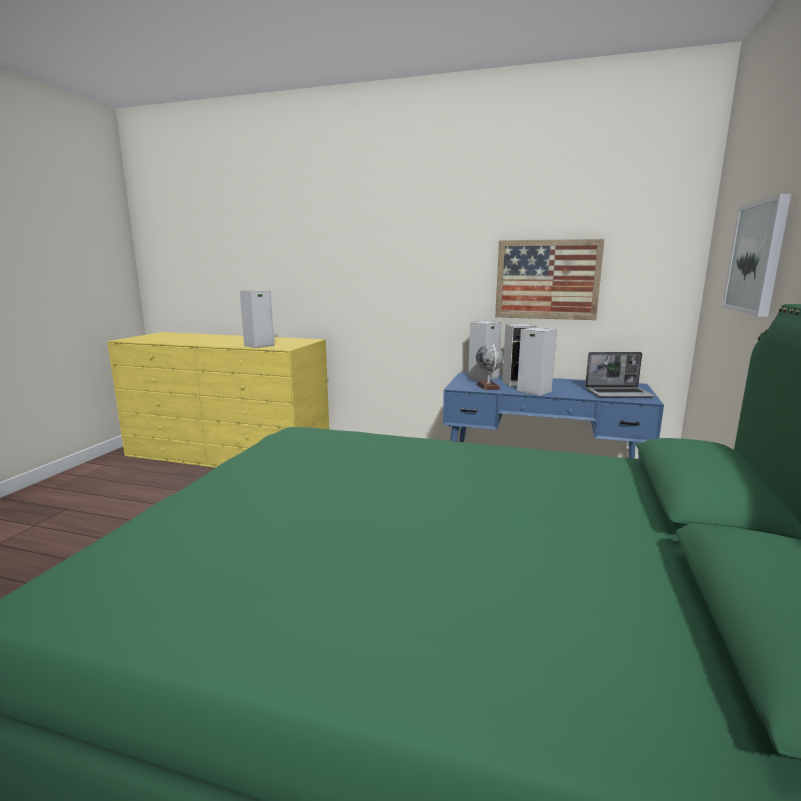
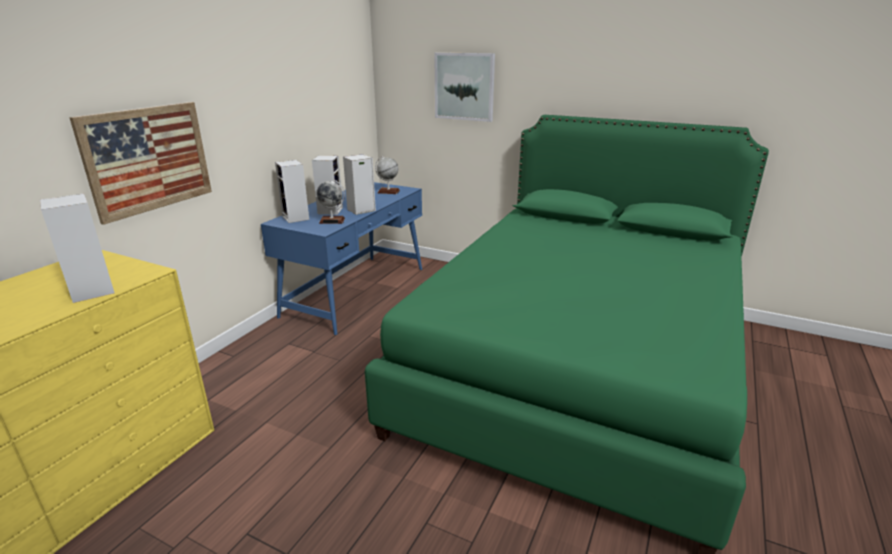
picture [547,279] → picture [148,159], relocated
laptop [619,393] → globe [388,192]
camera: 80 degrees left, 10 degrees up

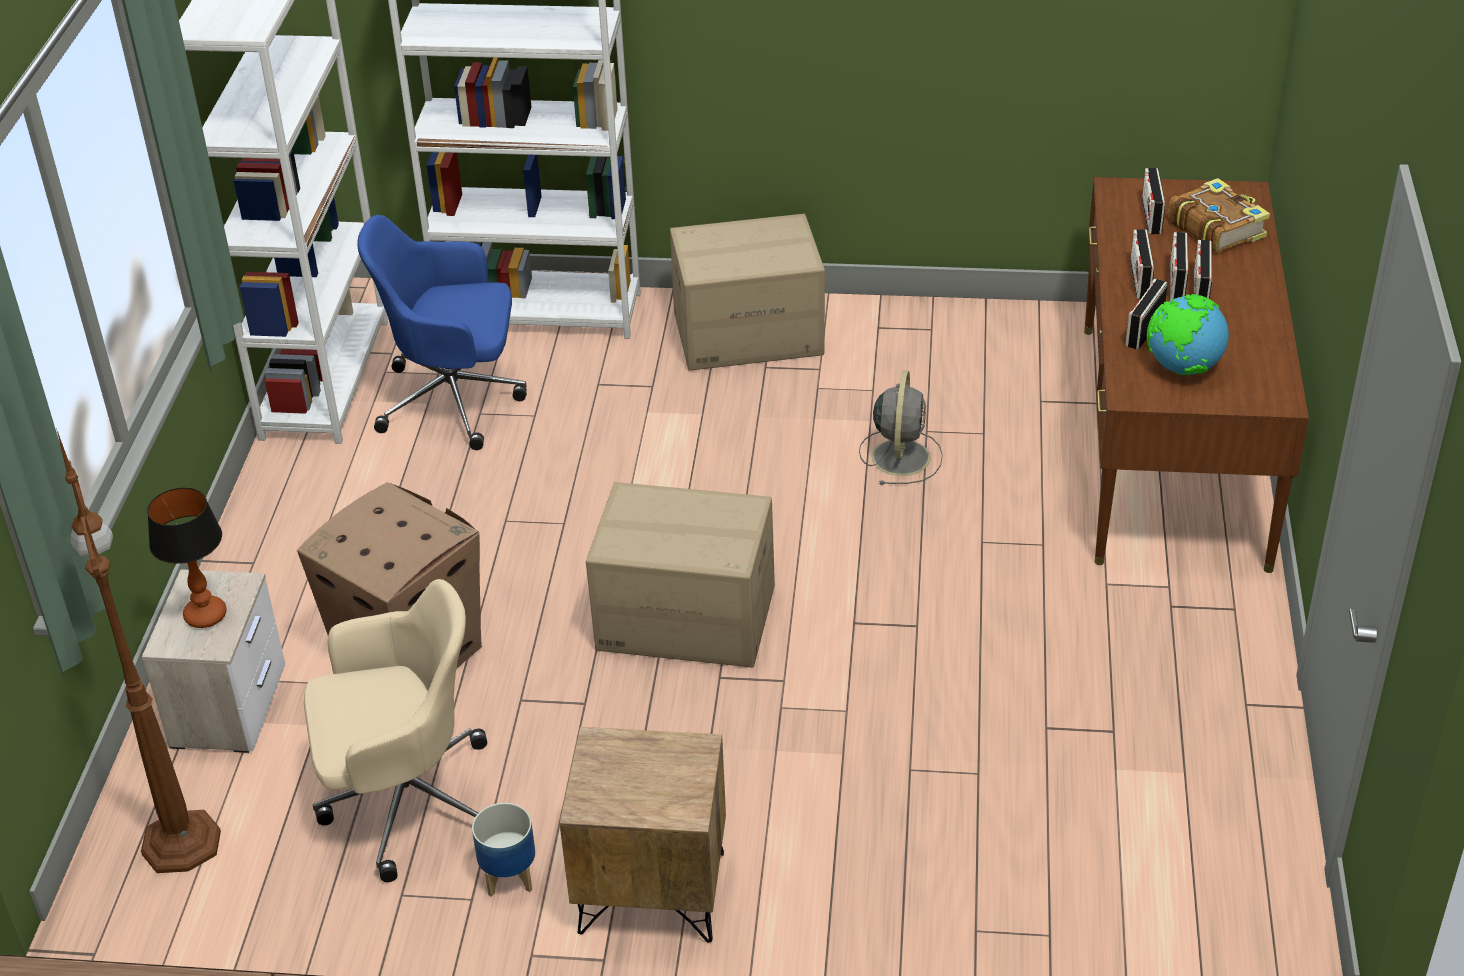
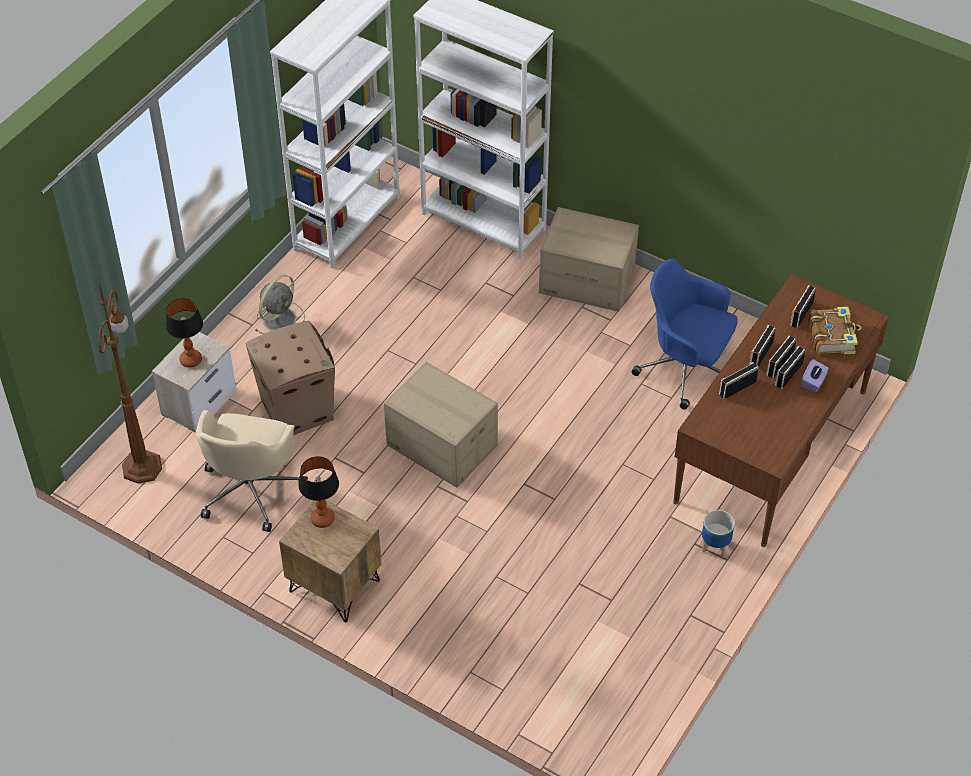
office chair (beige) [405,801] → office chair (beige) [251,489], 90 degrees clockwise
office chair (blue) [455,400] → office chair (blue) [685,368], relocated
planter [509,876] → planter [715,545], relocated
fan (grey) [901,456] → fan (grey) [280,318], relocated
globe [1182,368] → -
- → table lamp [323,518]
- → tissue box (purple) [813,382]
camera: 25 degrees right, 10 degrees up

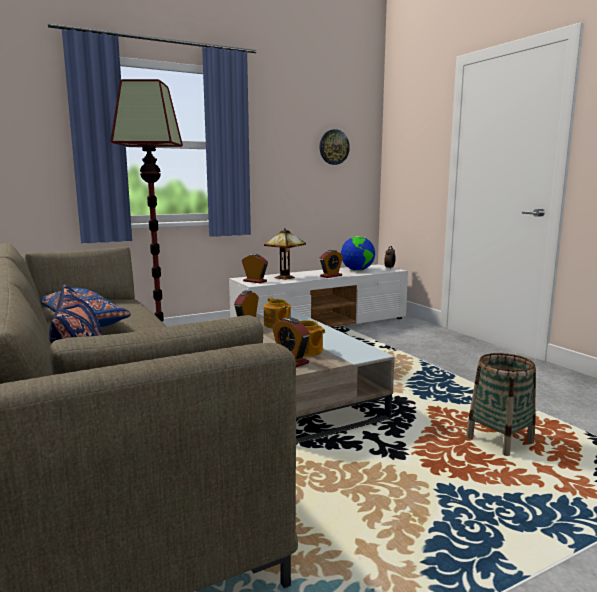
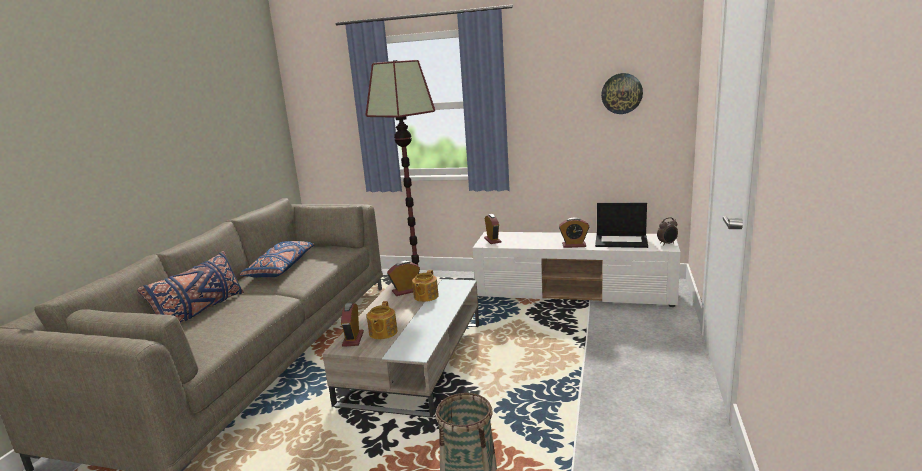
table lamp [286,278] → -
globe [357,270] → laptop [621,241]
camera: 45 degrees right, 5 degrees up

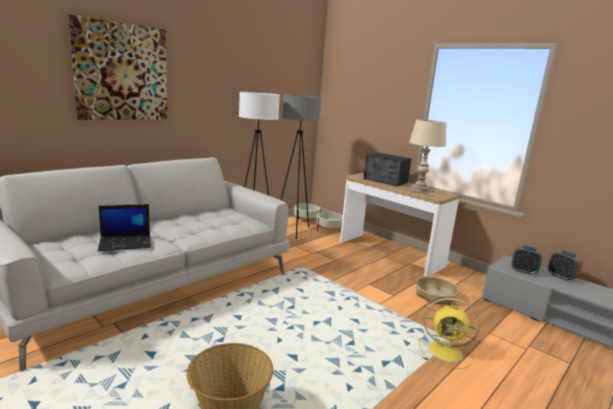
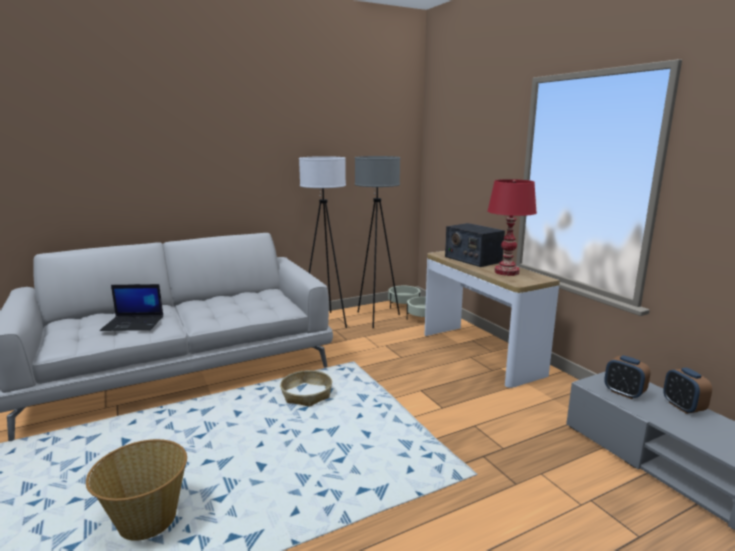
picture [122,72] → -
table lamp (beige) [420,190] → table lamp (red) [506,272]
basket [435,296] → basket [306,395], relocated
fan (yellow) [447,352] → -
camera: 20 degrees right, 0 degrees up

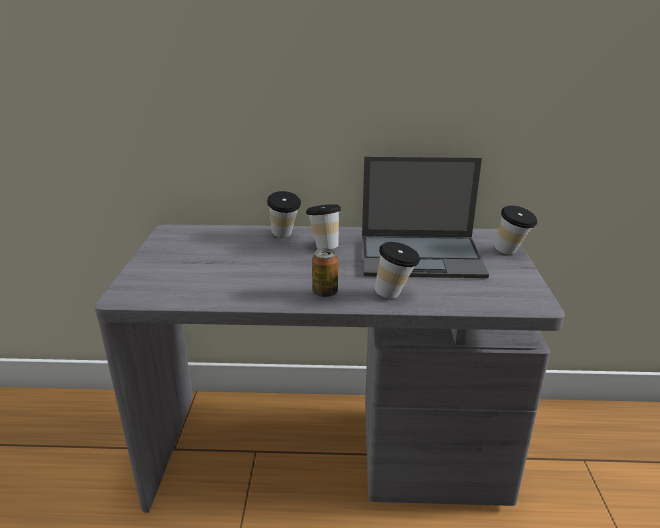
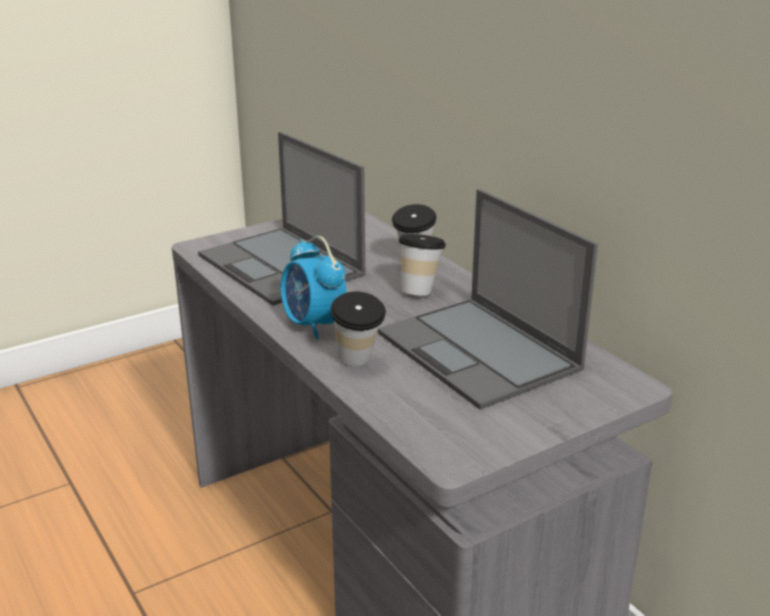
can [325,293] → alarm clock [313,325]
cup [511,252] → -
- → laptop [282,266]
camera: 55 degrees right, 0 degrees up

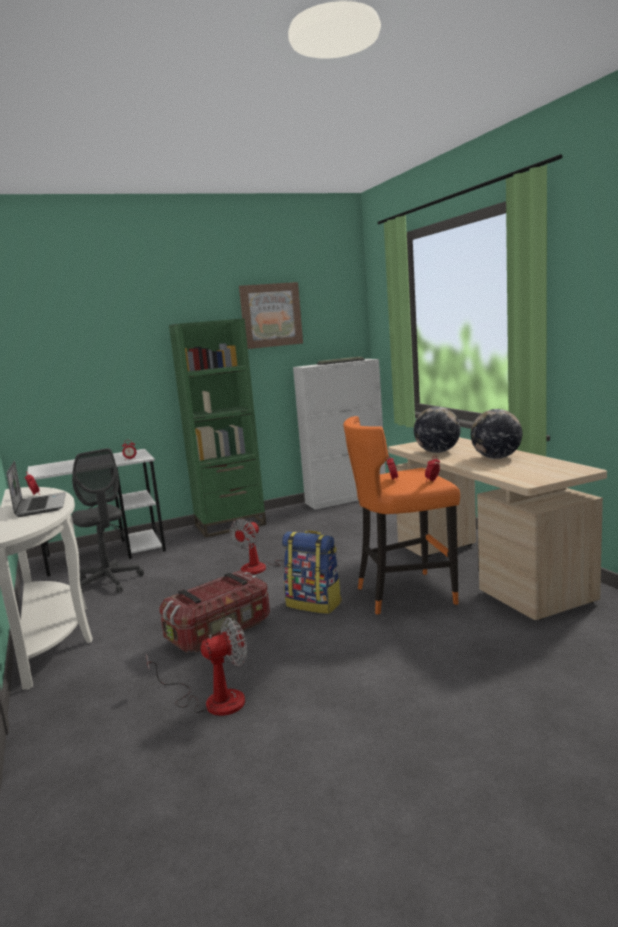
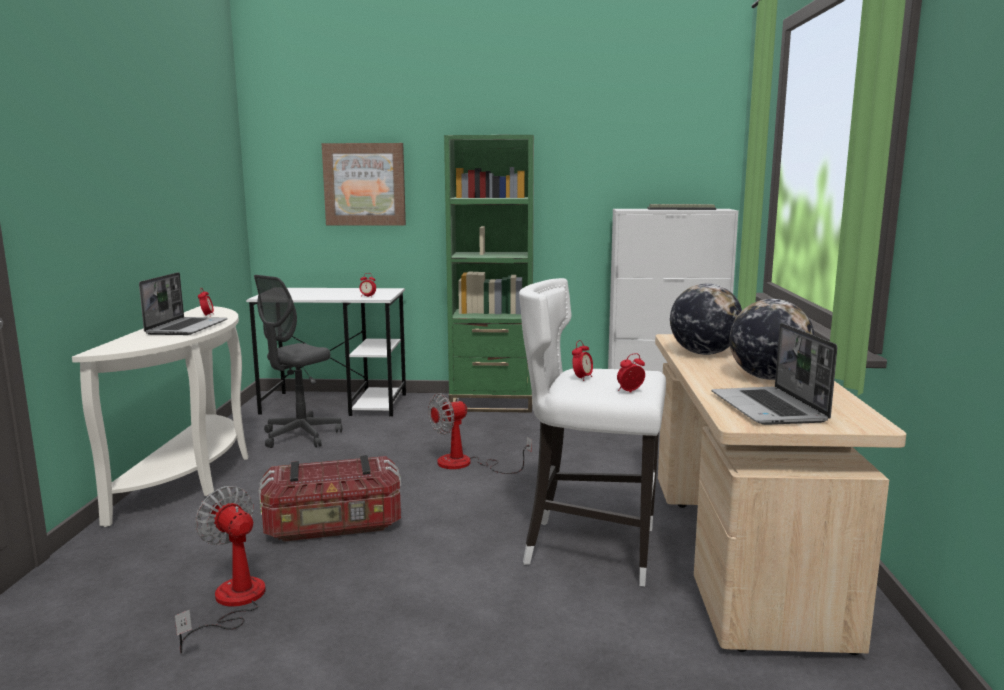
office chair (grey) [109,582] → office chair (grey) [301,436], 45 degrees clockwise
fan [213,700] → fan [231,603], 135 degrees counterclockwise
picture [271,315] → picture [364,184], relocated
backpack [315,604] → -
stool (orange) [404,594] → stool (white) [590,548]
- → laptop [770,408]
camera: 25 degrees right, 0 degrees up

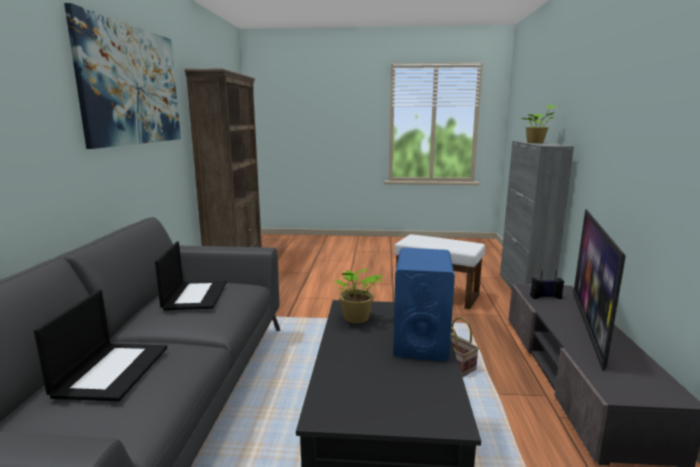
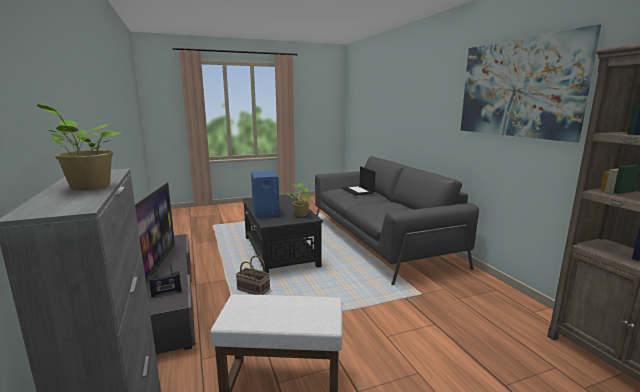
laptop [195,295] → -
camera: 155 degrees right, 0 degrees up

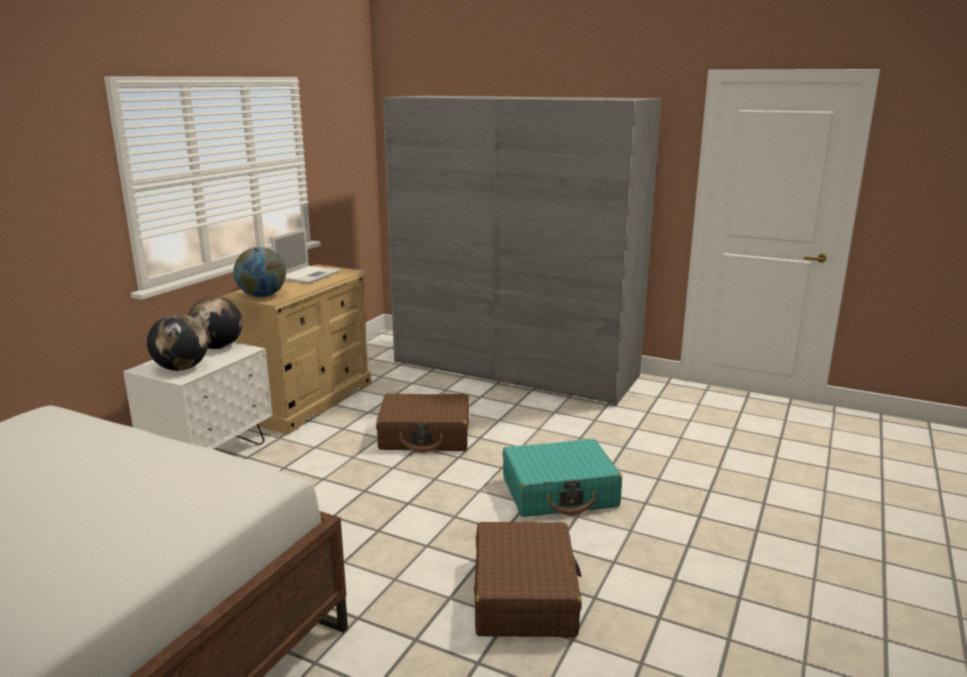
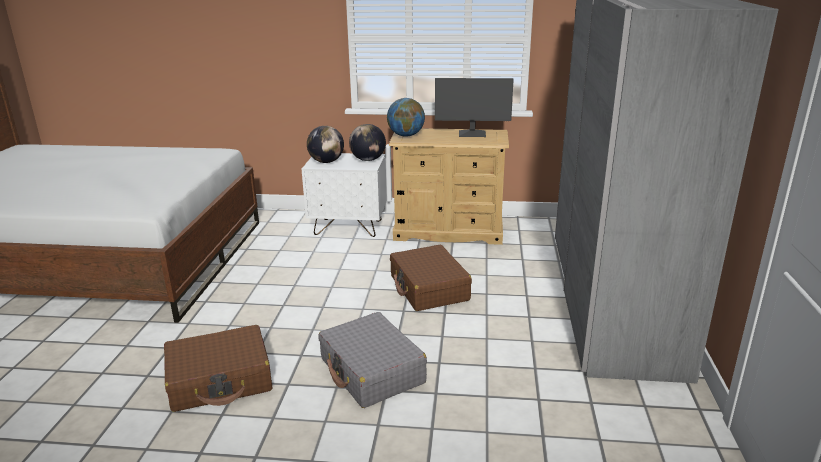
laptop [308,275] → monitor [472,134]
suitcase (turquoise) [560,492] → suitcase (grey) [372,371]
camera: 70 degrees right, 5 degrees up

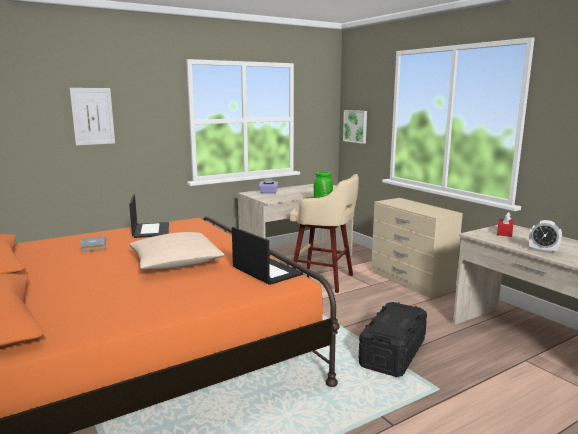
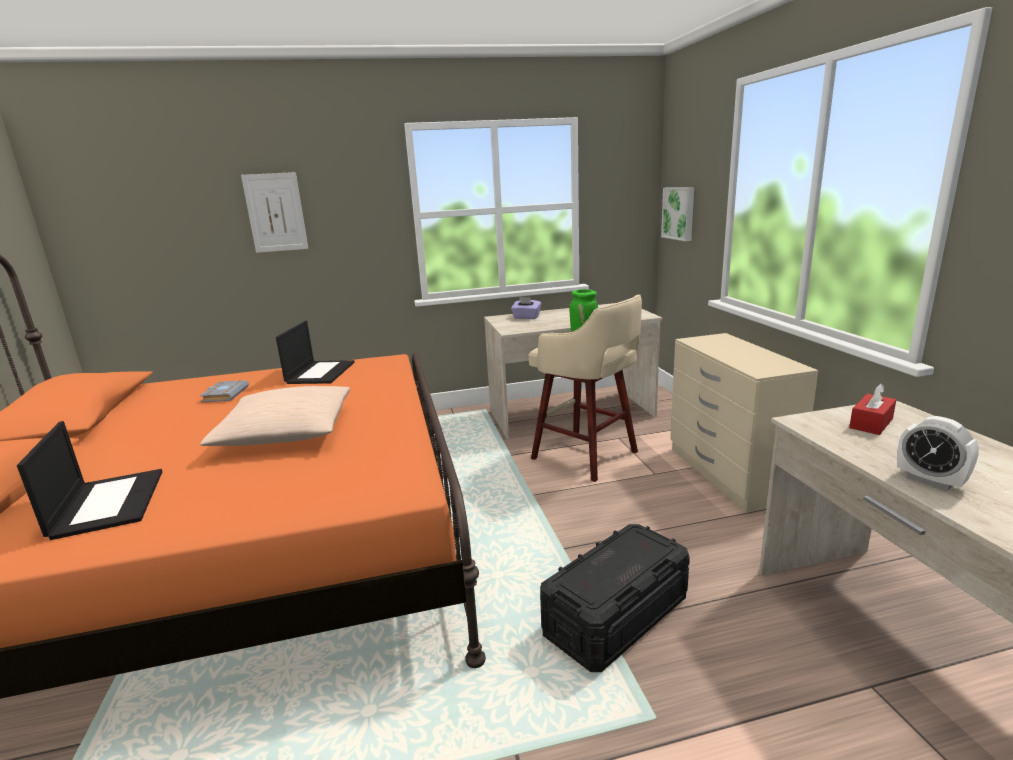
laptop [266,271] → laptop [108,503], relocated
camera: 20 degrees right, 5 degrees up

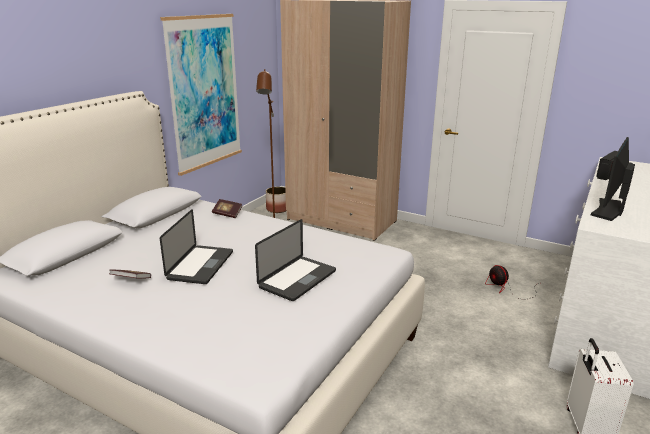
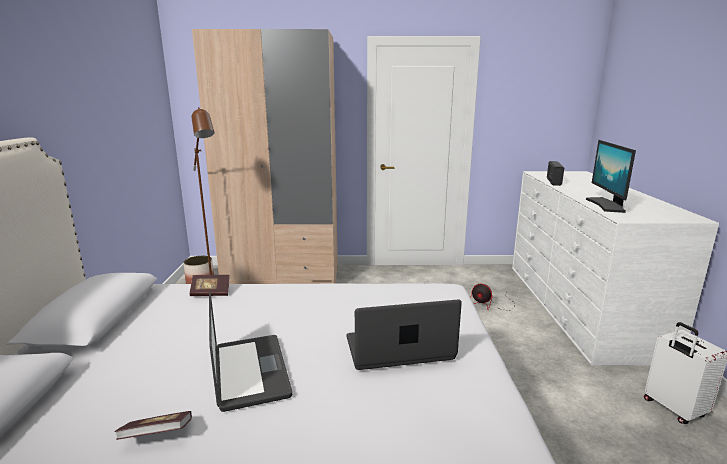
picture [204,92] → -
laptop [297,279] → laptop [399,349], 105 degrees counterclockwise
camera: 30 degrees left, 5 degrees down

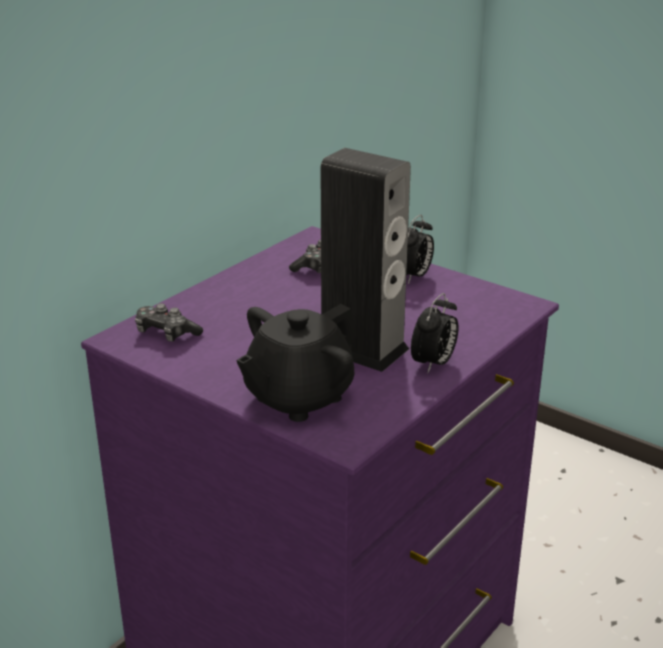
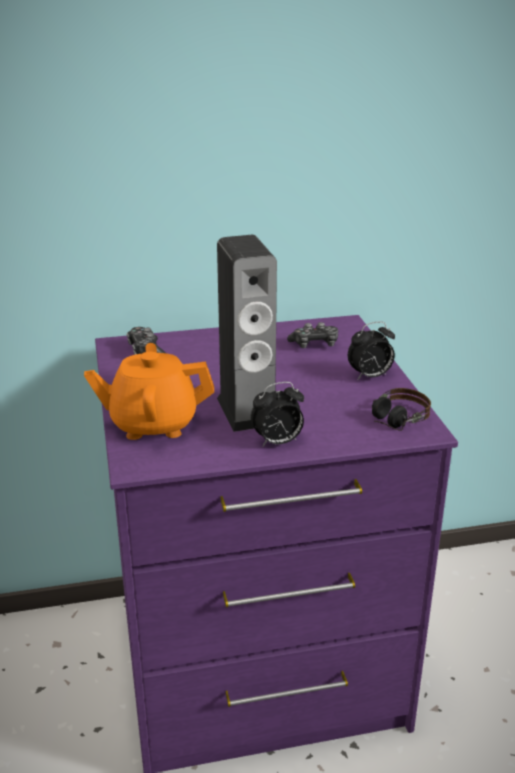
teapot (black) [298,398] → teapot (orange) [153,424]
- → headphones [392,423]
camera: 40 degrees right, 0 degrees up

